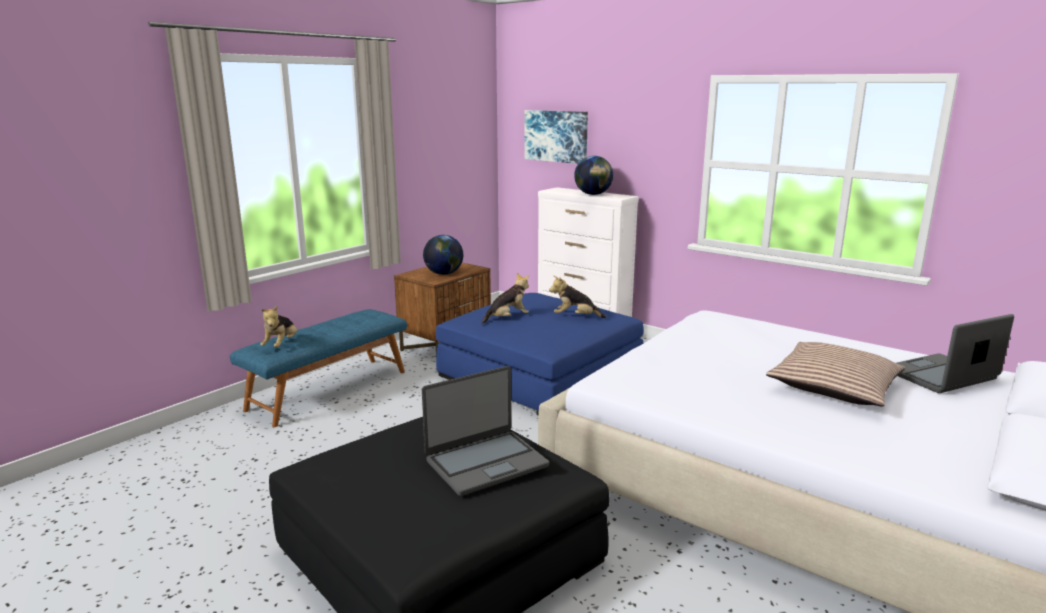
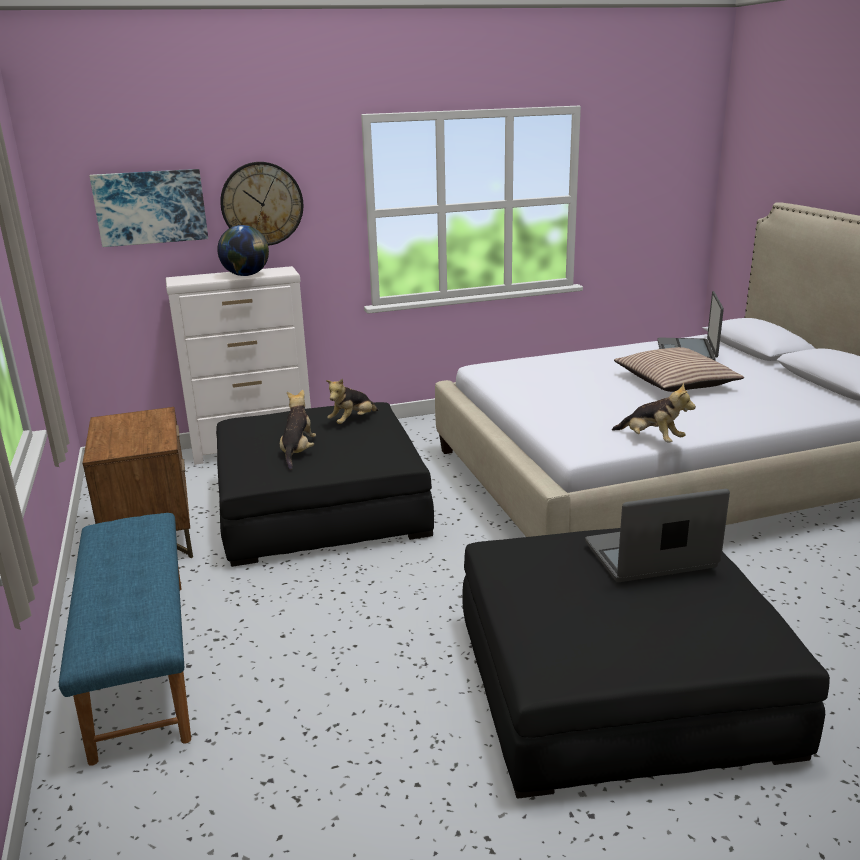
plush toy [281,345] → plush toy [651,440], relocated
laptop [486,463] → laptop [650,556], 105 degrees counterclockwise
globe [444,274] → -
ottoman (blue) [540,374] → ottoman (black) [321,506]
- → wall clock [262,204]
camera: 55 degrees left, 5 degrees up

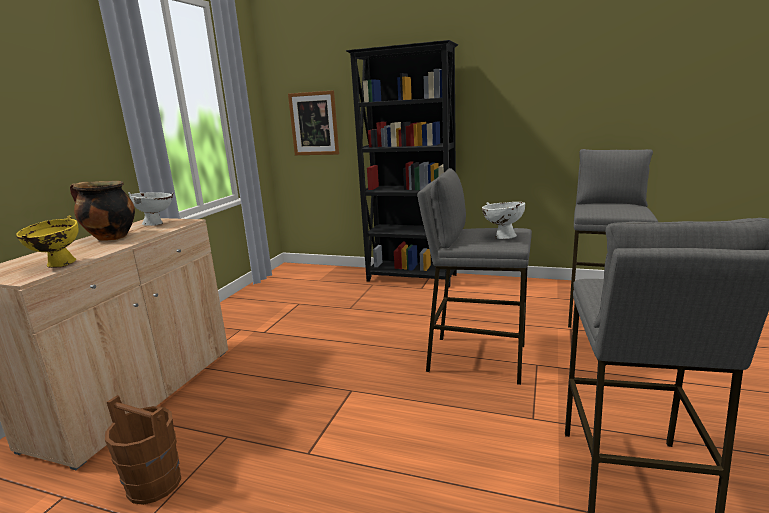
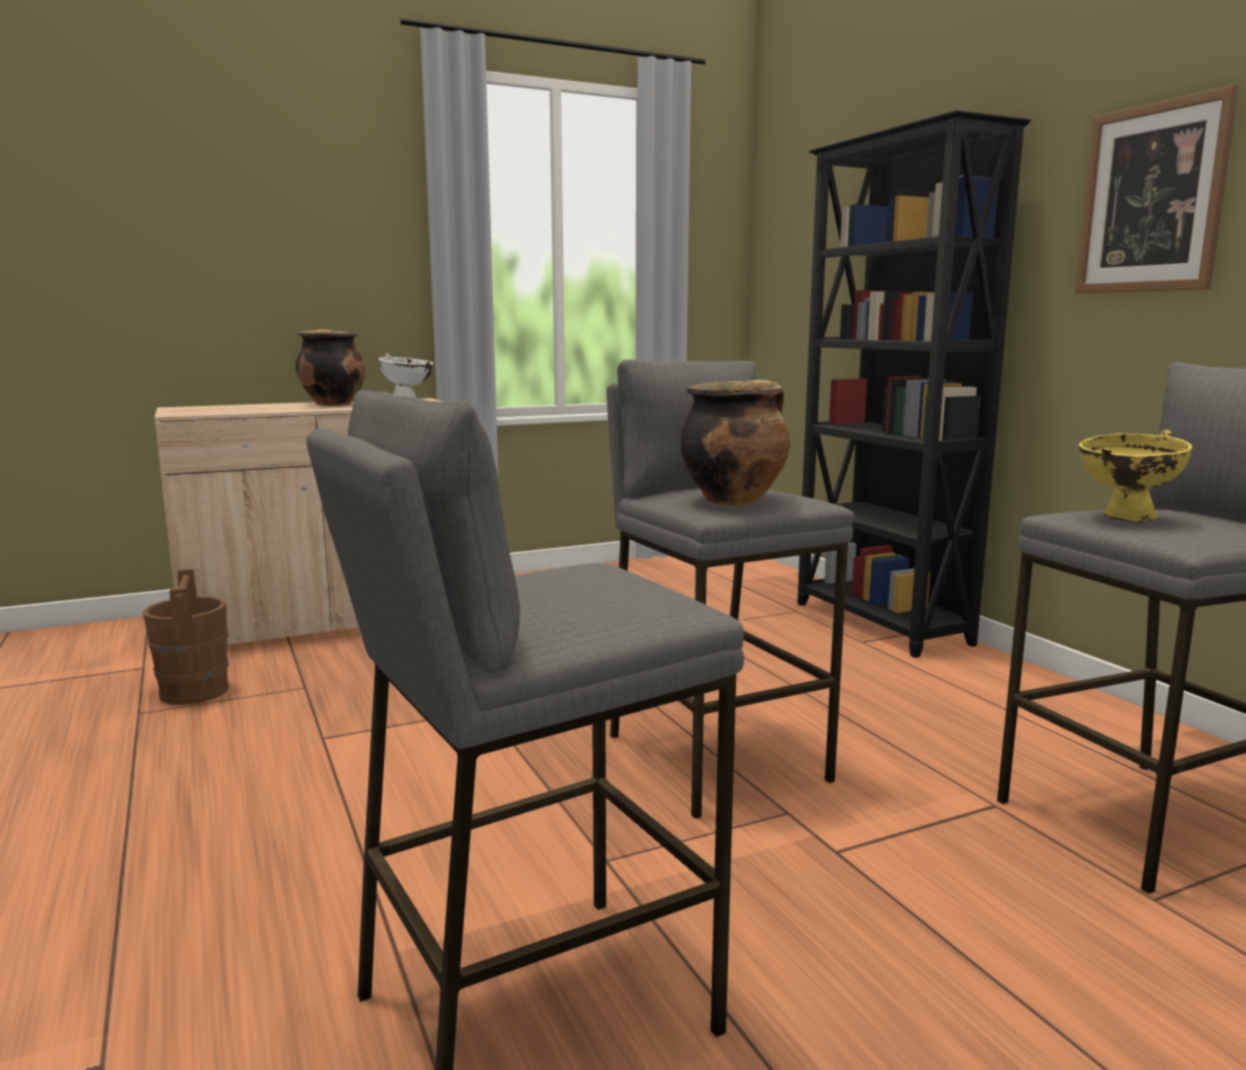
bowl (yellow) [57,265] → bowl (yellow) [1124,518], relocated
picture [314,124] → picture [1151,199], relocated
bowl (white) [502,236] → cooking pot [733,500]
camera: 45 degrees right, 5 degrees down

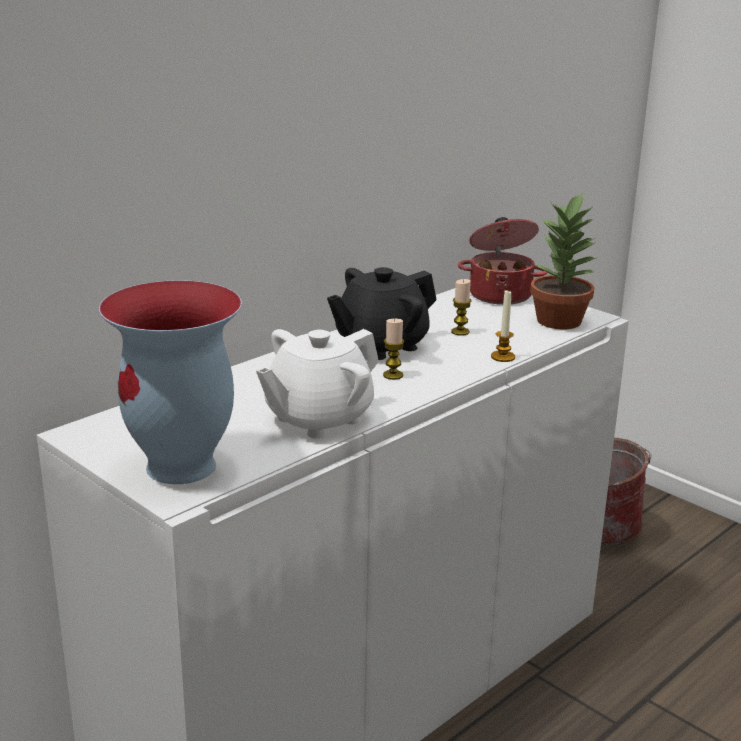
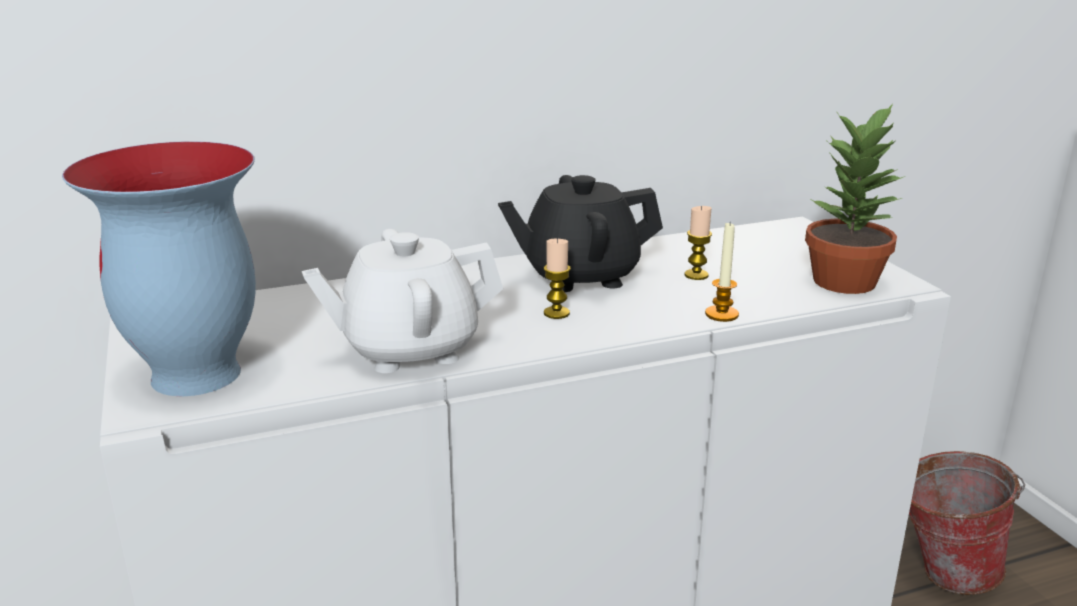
cooking pot [500,294] → -
camera: 25 degrees right, 0 degrees up

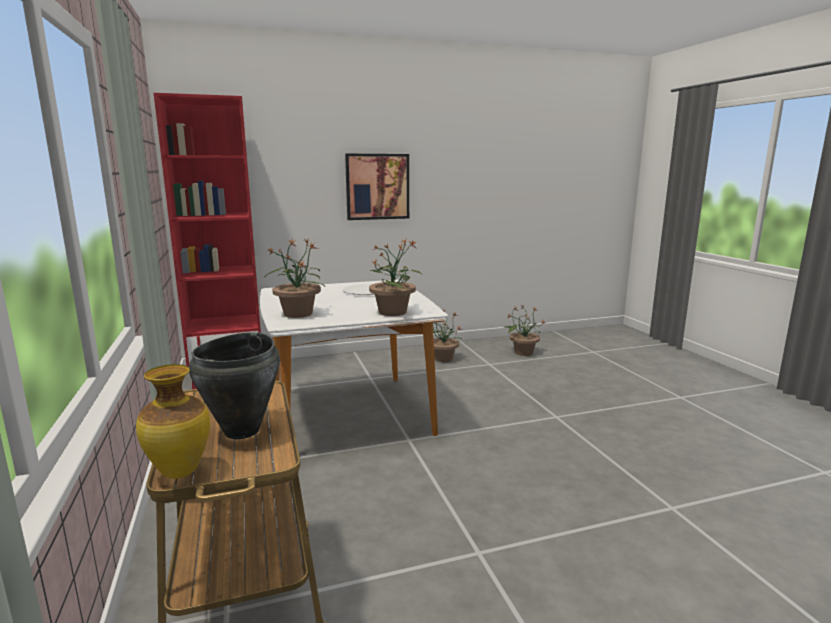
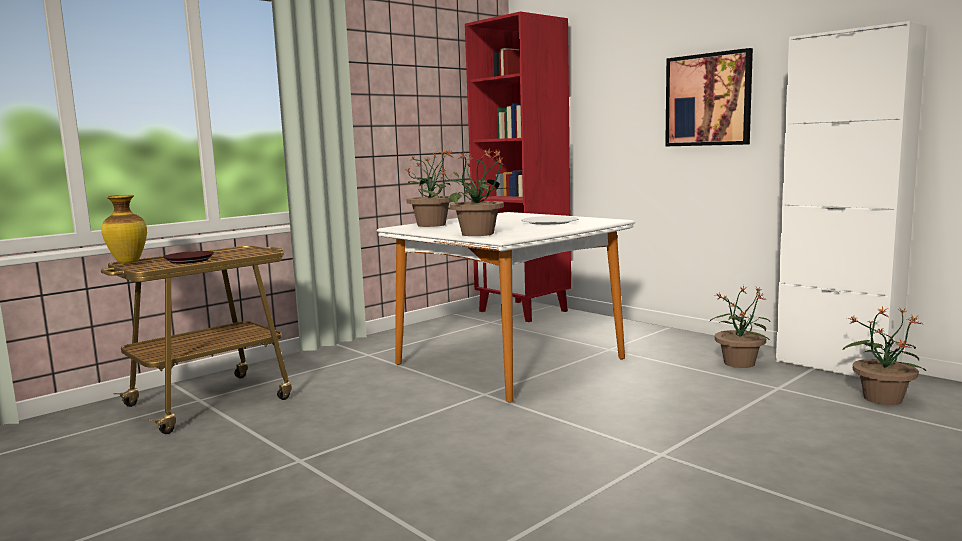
cooking pot (black) [243,431] → plate (brown) [190,261]
- → cabinet (white) [836,366]
camera: 65 degrees right, 5 degrees down

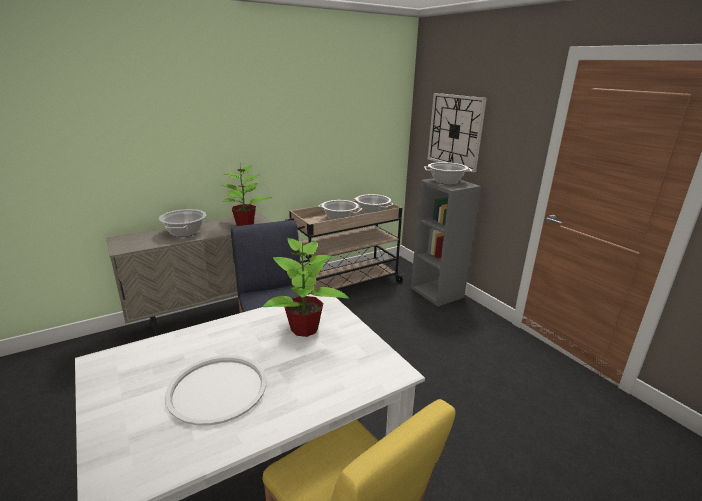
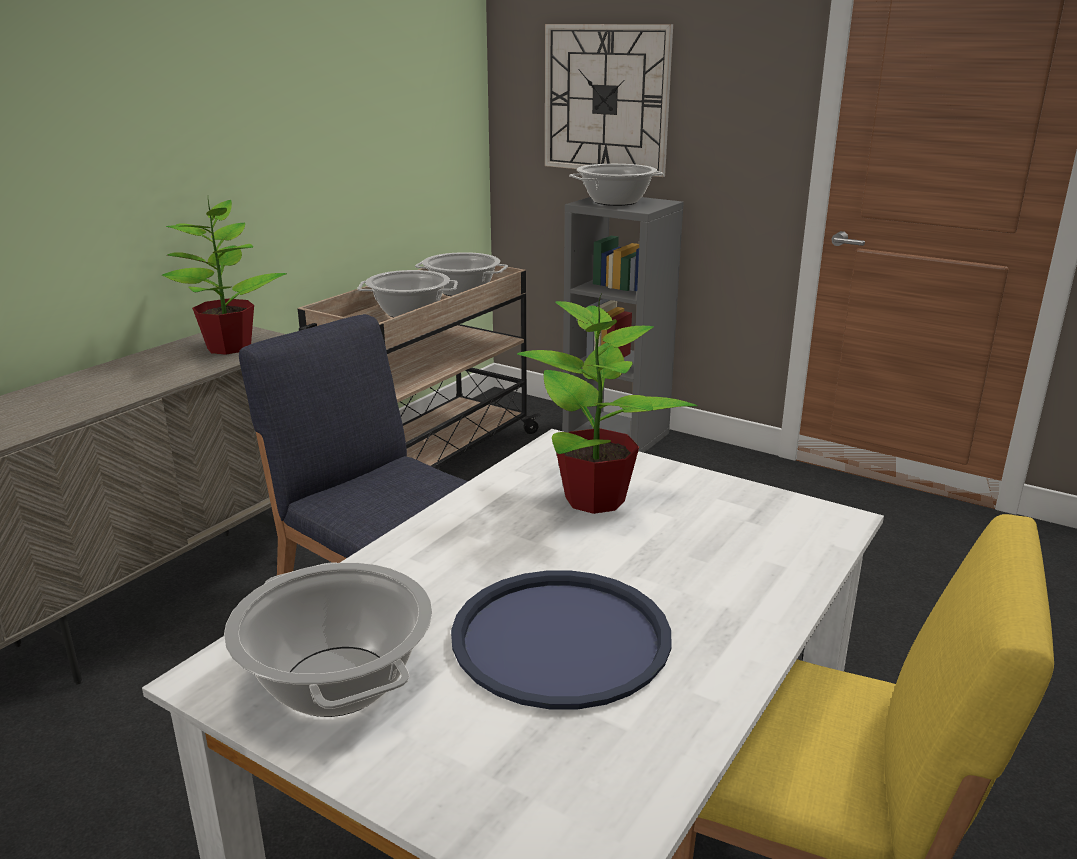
cooking pot [185,232] → cooking pot [338,682], relocated
tray (white) [217,389] → tray (blue) [561,639]
camera: 25 degrees left, 0 degrees up

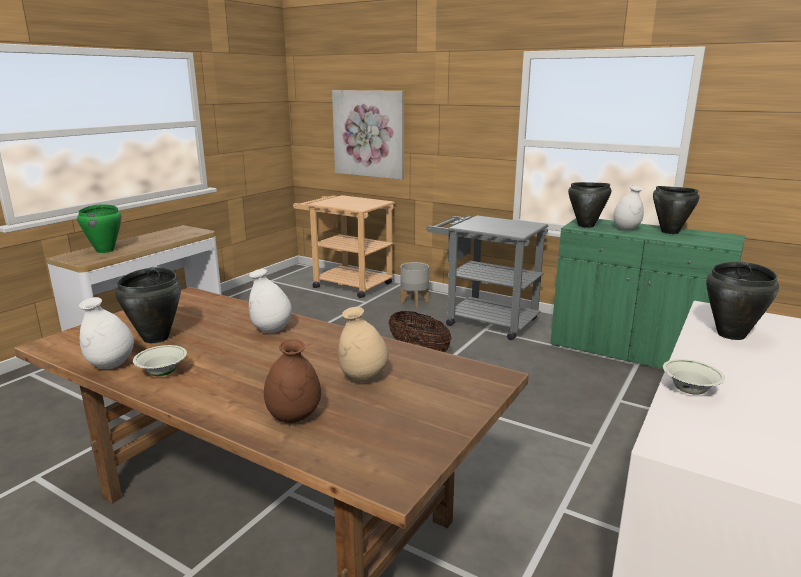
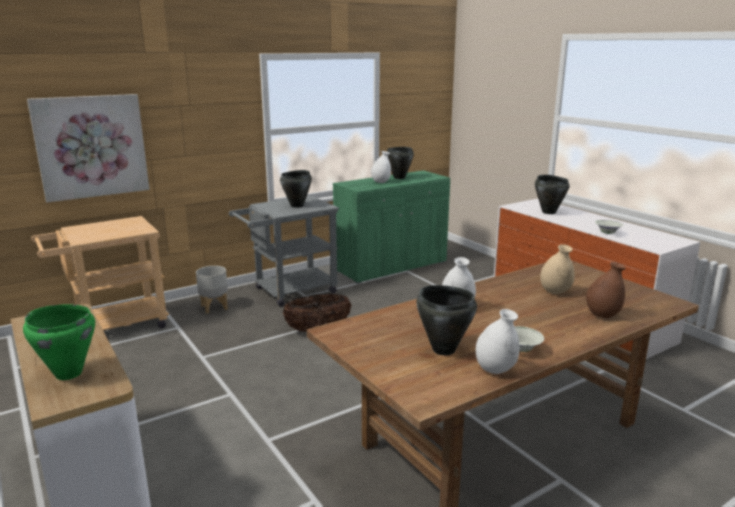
cooking pot (black) [586,226] → cooking pot (black) [297,206], relocated
camera: 65 degrees left, 0 degrees up

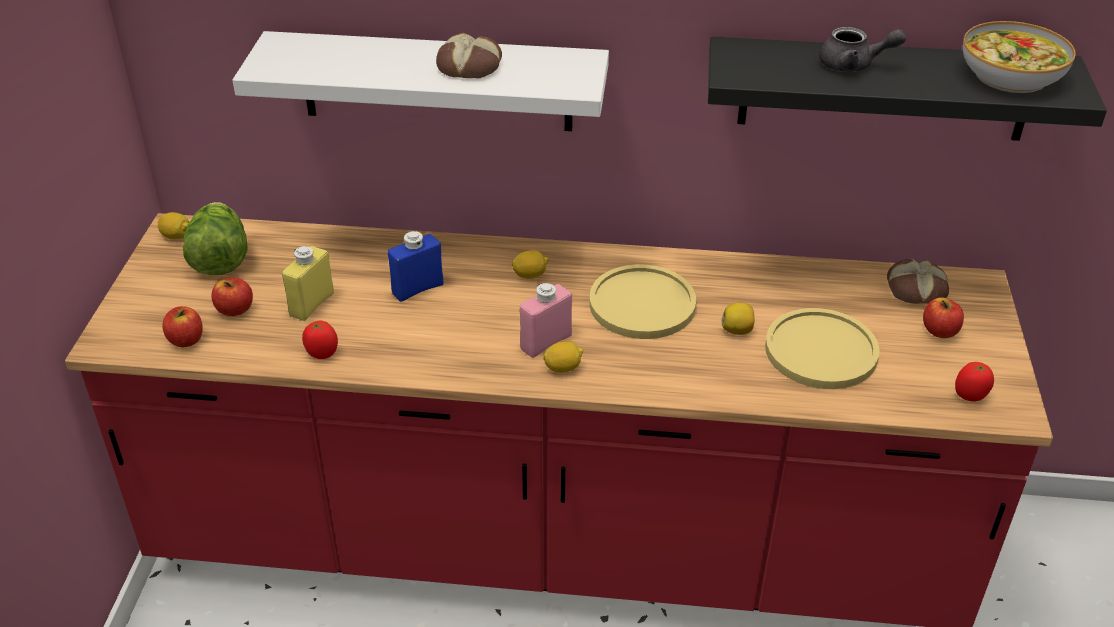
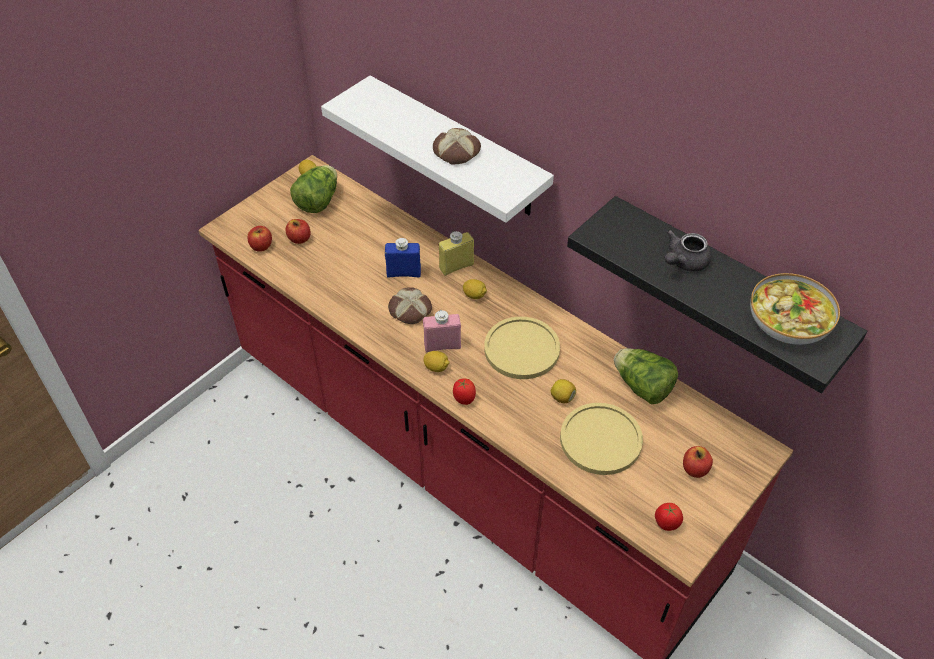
bottle (yellow) [312,304] → bottle (yellow) [456,266], relocated
tomato [321,354] → tomato [464,399], relocated
teapot (grey) [853,65] → teapot (grey) [683,262], 90 degrees clockwise
bread [916,290] → bread [409,310], relocated
- → lettuce [642,387]
camera: 35 degrees right, 10 degrees up

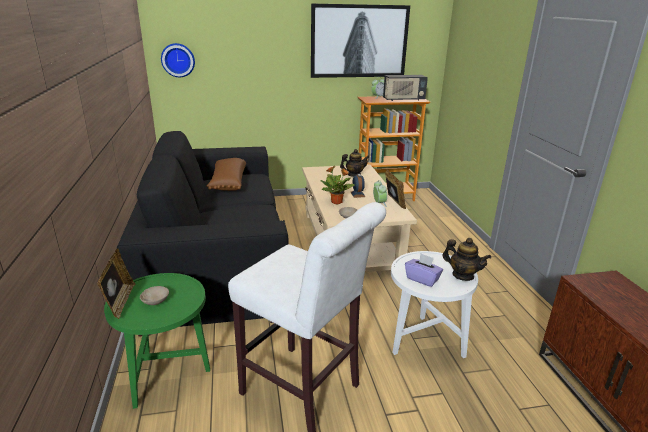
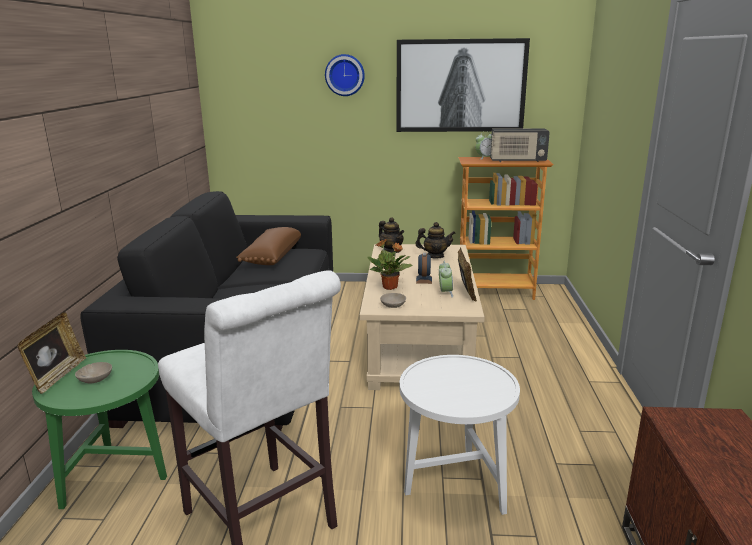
wall clock [178,60] → wall clock [345,75], relocated
tissue box (purple) [422,279] → -
teapot [463,275] → teapot [391,251], relocated
camera: 15 degrees right, 5 degrees down

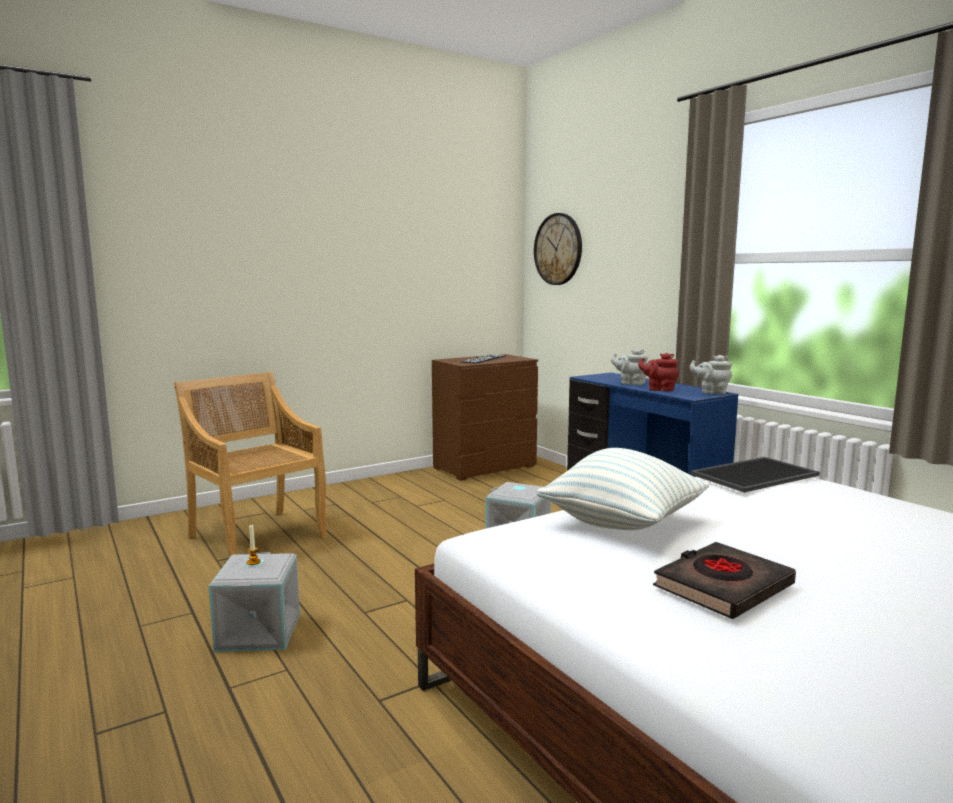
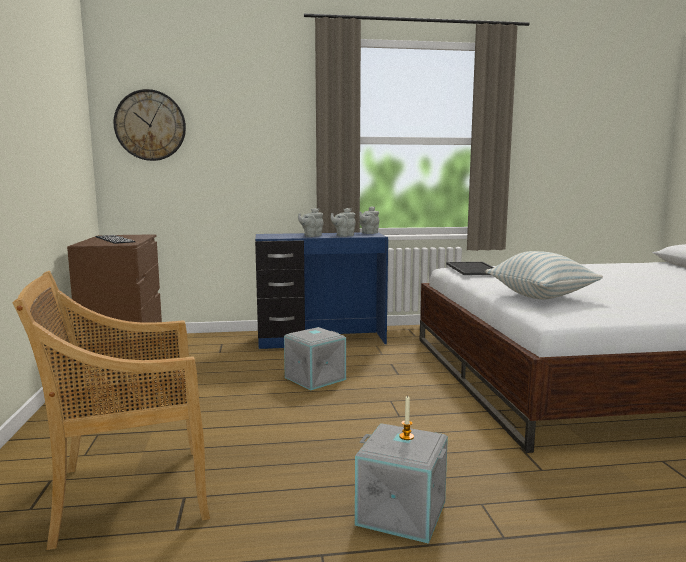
teapot (red) [659,389] → teapot (grey) [343,236]
book (black) [722,587] → -
camera: 65 degrees left, 0 degrees up

